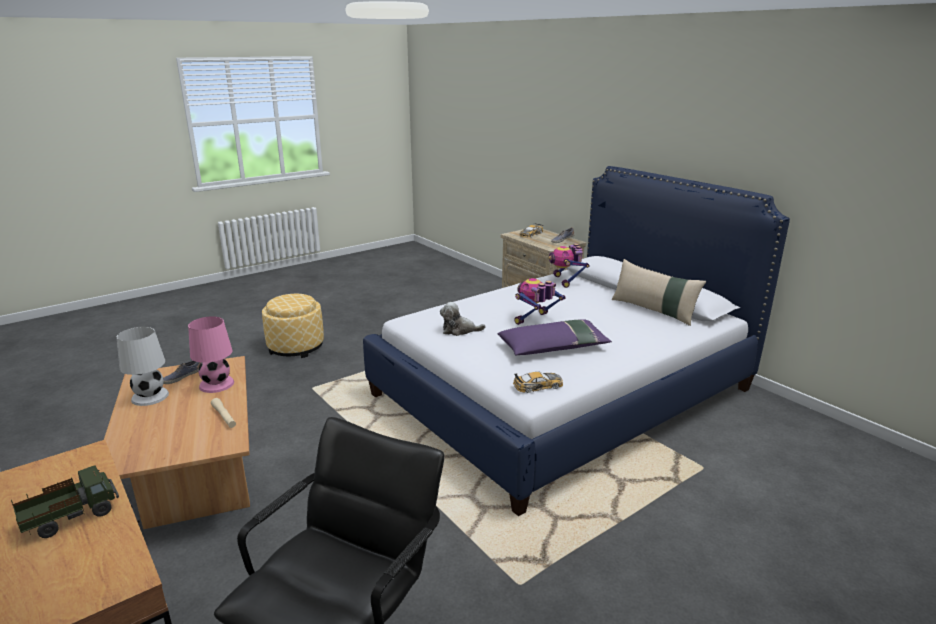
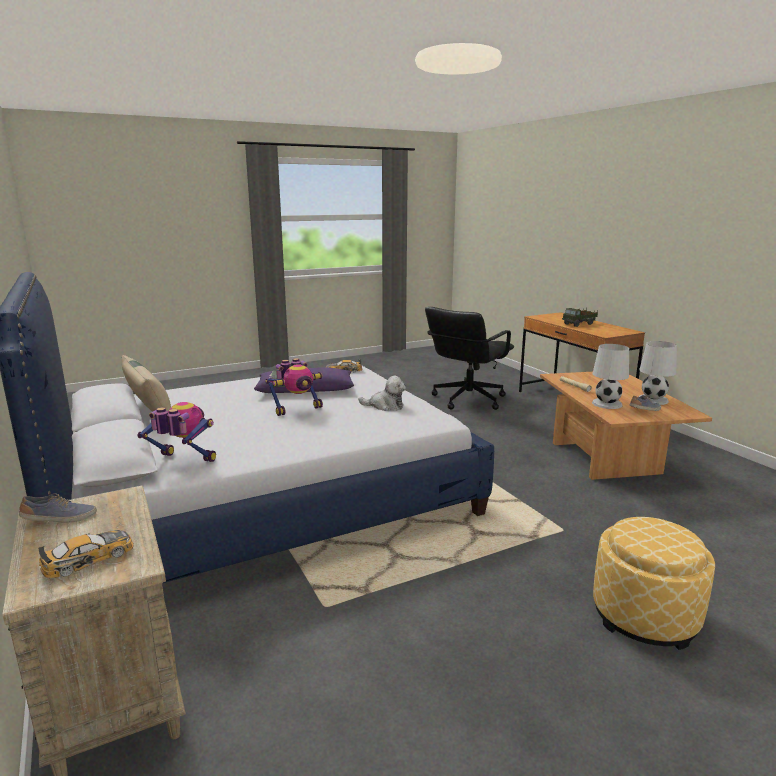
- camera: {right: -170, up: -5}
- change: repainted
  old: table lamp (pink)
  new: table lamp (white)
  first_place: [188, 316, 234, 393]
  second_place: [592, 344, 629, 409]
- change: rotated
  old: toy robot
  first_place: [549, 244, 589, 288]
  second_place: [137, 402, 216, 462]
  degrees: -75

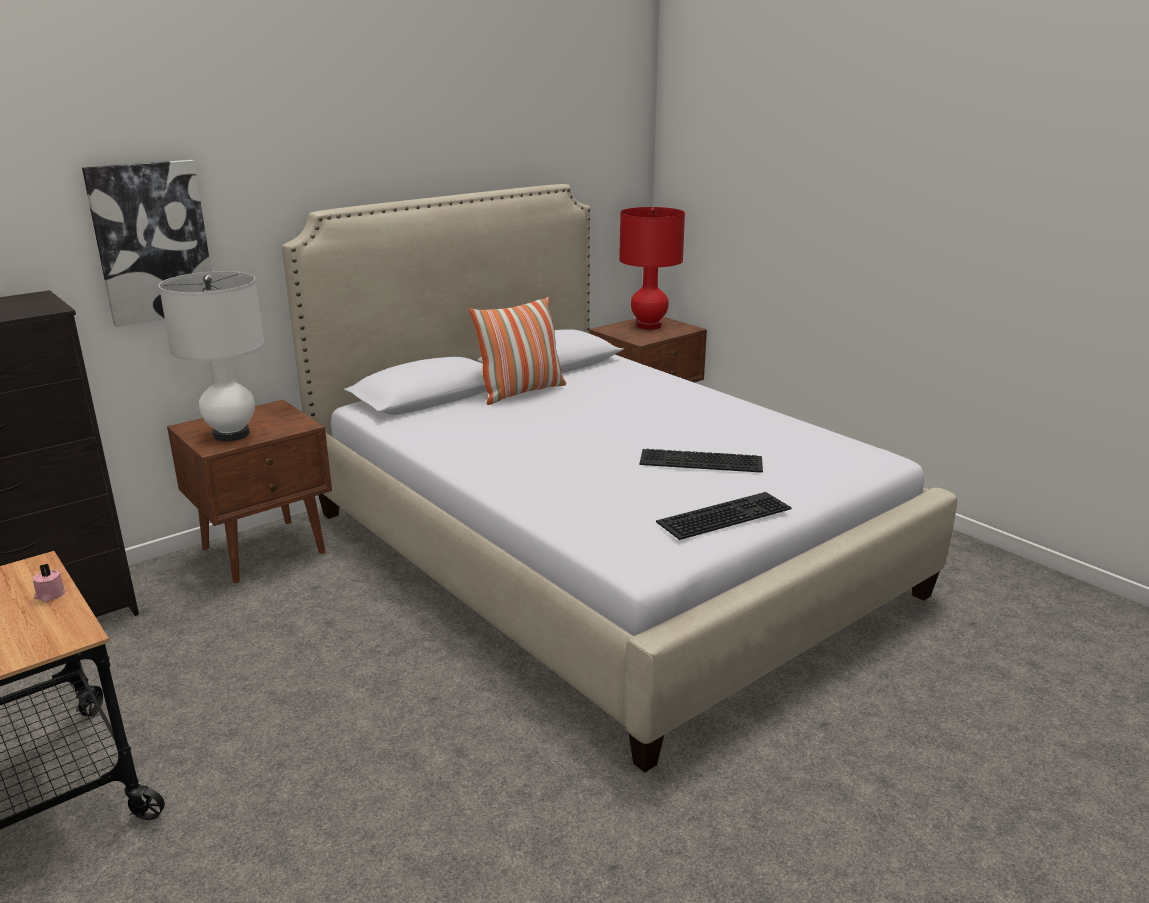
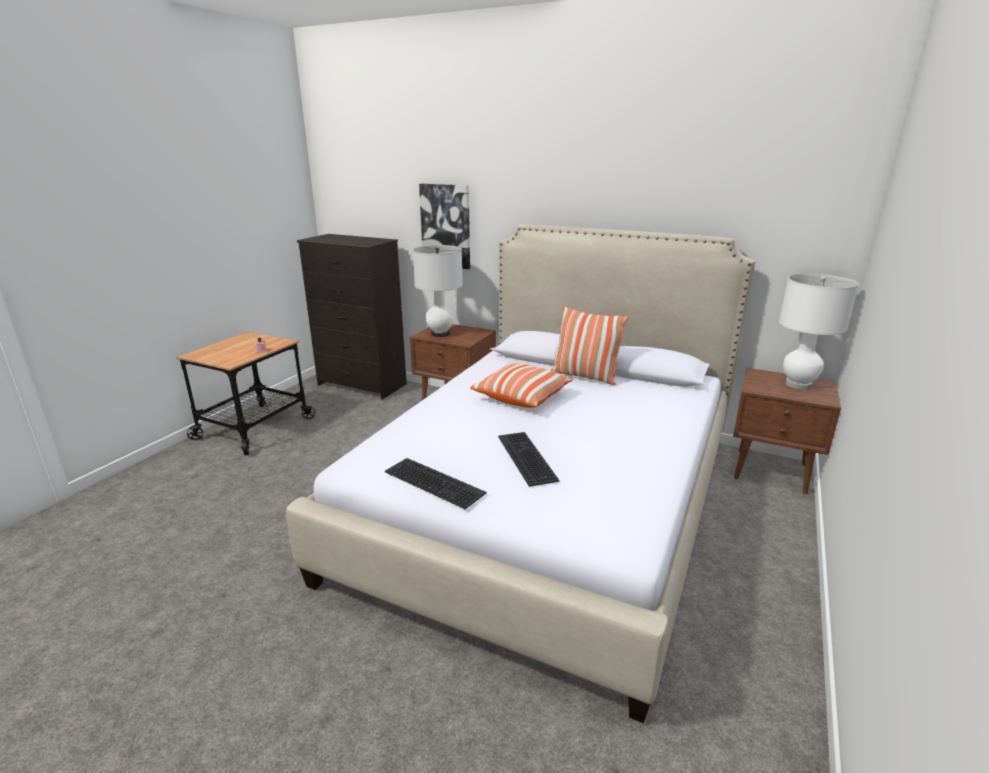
- camera: {right: 65, up: 0}
- change: new
  new: pillow
  second_place: [470, 363, 573, 408]
- change: repainted
  old: table lamp (red)
  new: table lamp (white)
  first_place: [619, 207, 685, 330]
  second_place: [779, 274, 859, 390]

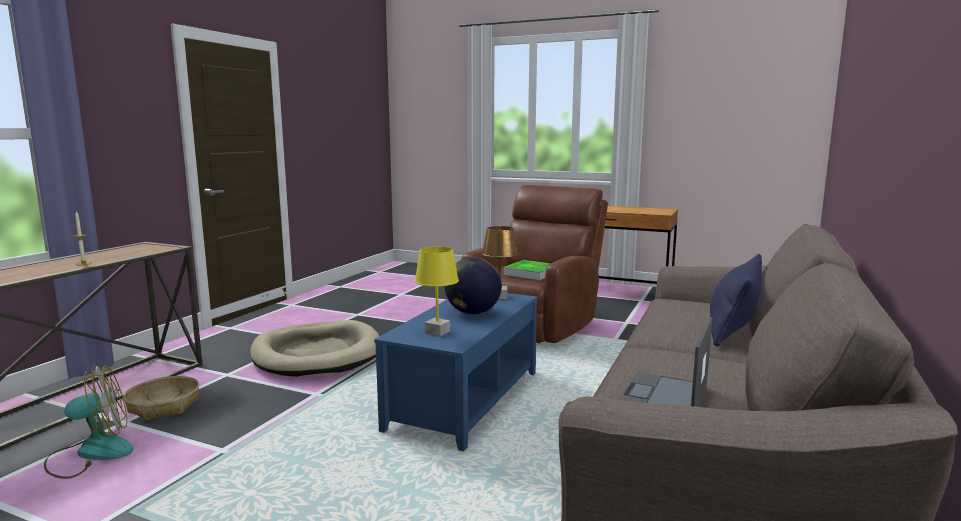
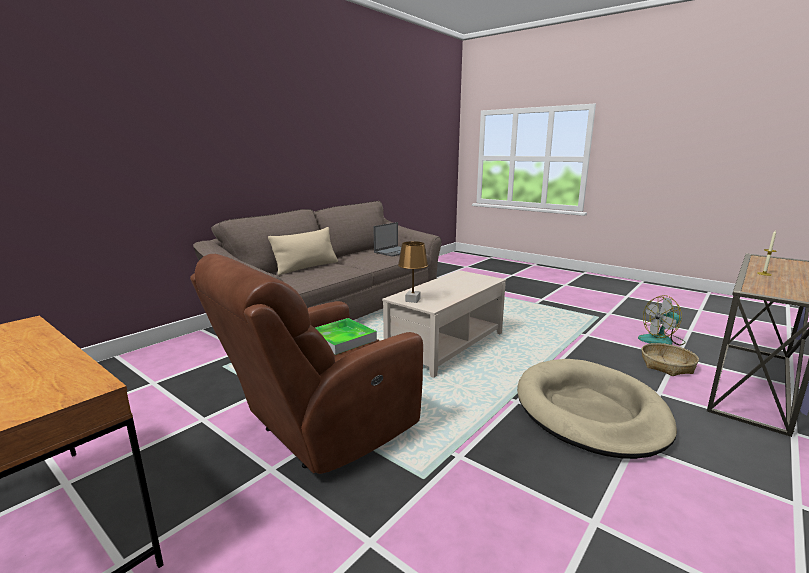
- camera: {right: -165, up: 5}
- change: gone
  old: table lamp (yellow)
  first_place: [415, 247, 459, 336]
- change: gone
  old: globe
  first_place: [445, 257, 502, 314]
- change: repainted
  old: coffee table (blue)
  new: coffee table (beige)
  first_place: [374, 293, 538, 451]
  second_place: [382, 270, 506, 378]
- change: repainted
  old: pillow (blue)
  new: pillow (beige)
  first_place: [710, 254, 762, 346]
  second_place: [268, 227, 338, 275]

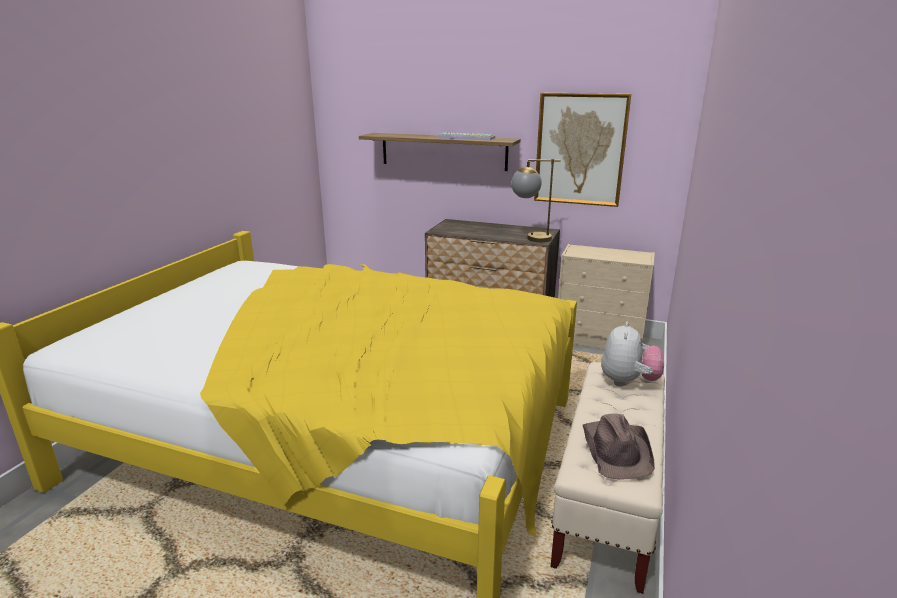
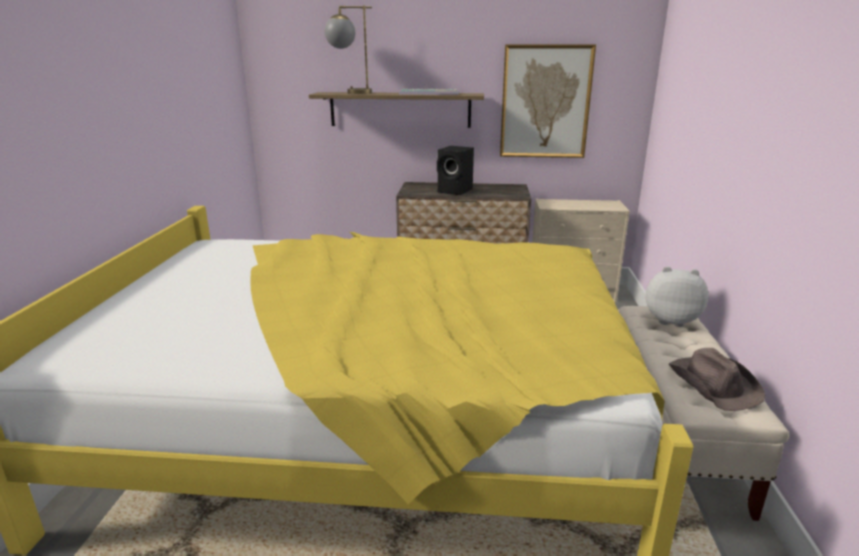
- camera: {right: -15, up: 0}
- change: new
  new: speaker (black)
  second_place: [437, 146, 474, 195]
- change: shifted
  old: table lamp
  first_place: [511, 159, 561, 242]
  second_place: [325, 6, 372, 94]
- change: rotated
  old: plush toy
  first_place: [601, 321, 664, 386]
  second_place: [646, 266, 709, 327]
  degrees: -75

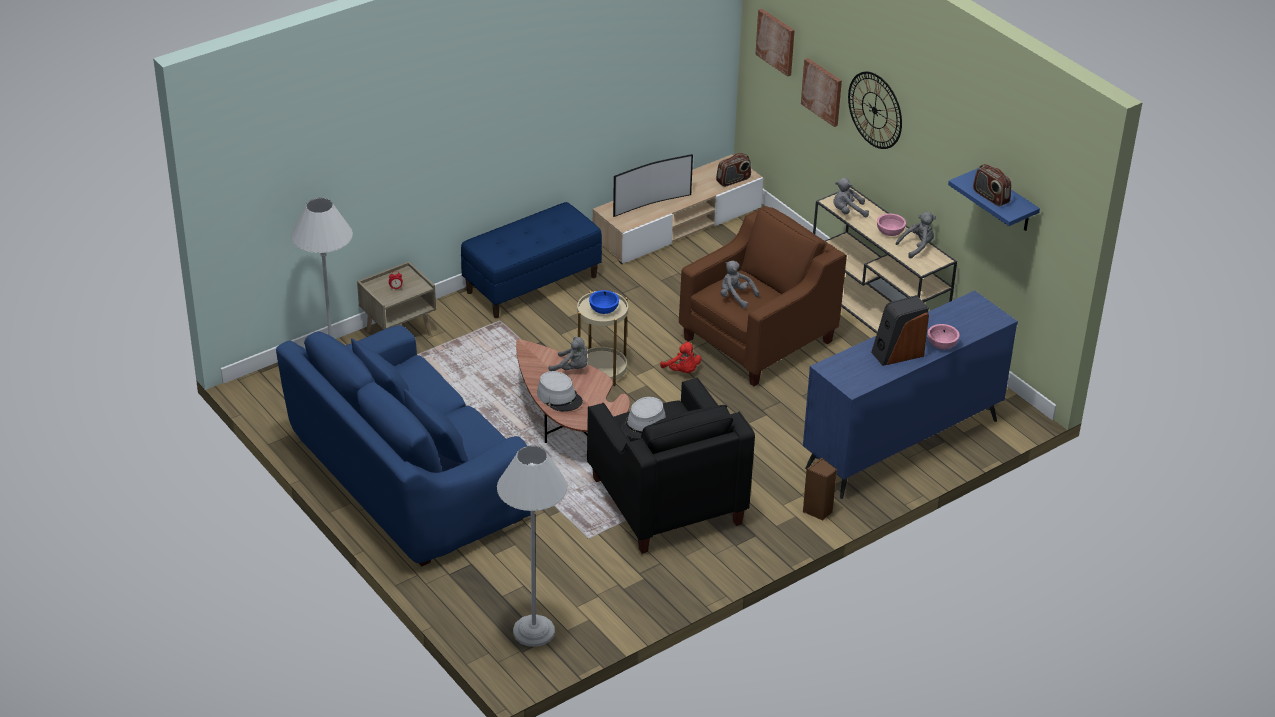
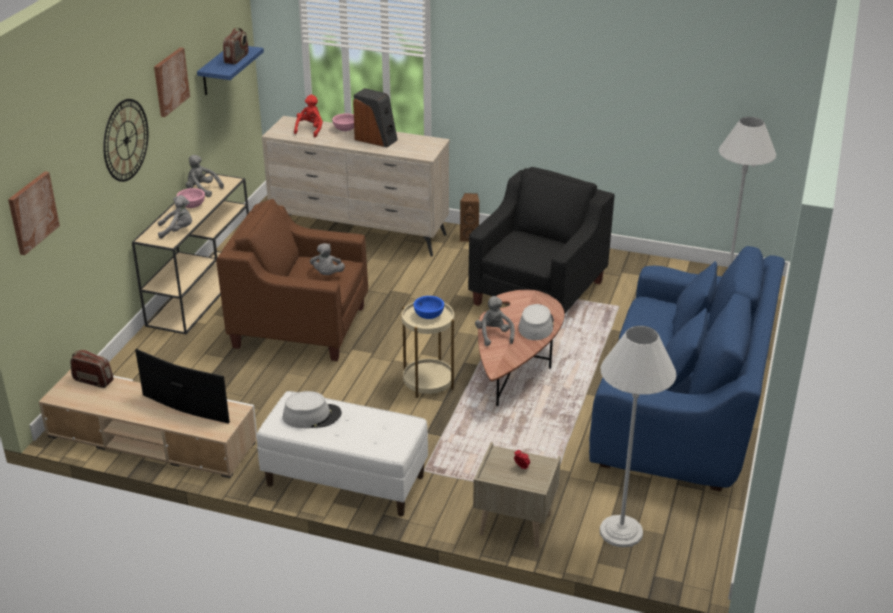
- camera: {right: -125, up: -5}
- change: shifted
  old: hat (grey)
  first_place: [621, 397, 666, 439]
  second_place: [283, 391, 342, 428]
- change: shifted
  old: plush toy (red)
  first_place: [660, 342, 701, 373]
  second_place: [294, 95, 323, 138]
- change: shifted
  old: picture
  first_place: [801, 58, 842, 127]
  second_place: [154, 47, 190, 117]
- change: repainted
  old: bench (blue)
  new: bench (white)
  first_place: [461, 202, 602, 318]
  second_place: [257, 391, 428, 516]
- change: repainted
  old: dresser (blue)
  new: dresser (beige)
  first_place: [803, 291, 1018, 499]
  second_place: [262, 116, 450, 257]
- change: rotated
  old: plush toy (grey)
  first_place: [834, 178, 869, 217]
  second_place: [158, 195, 192, 239]
  degrees: -60

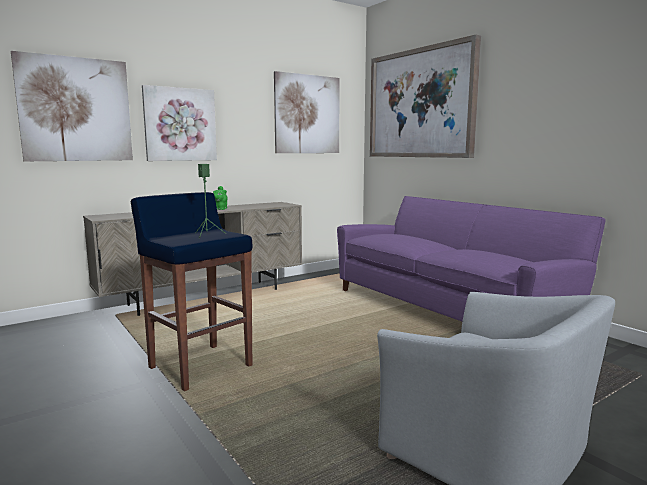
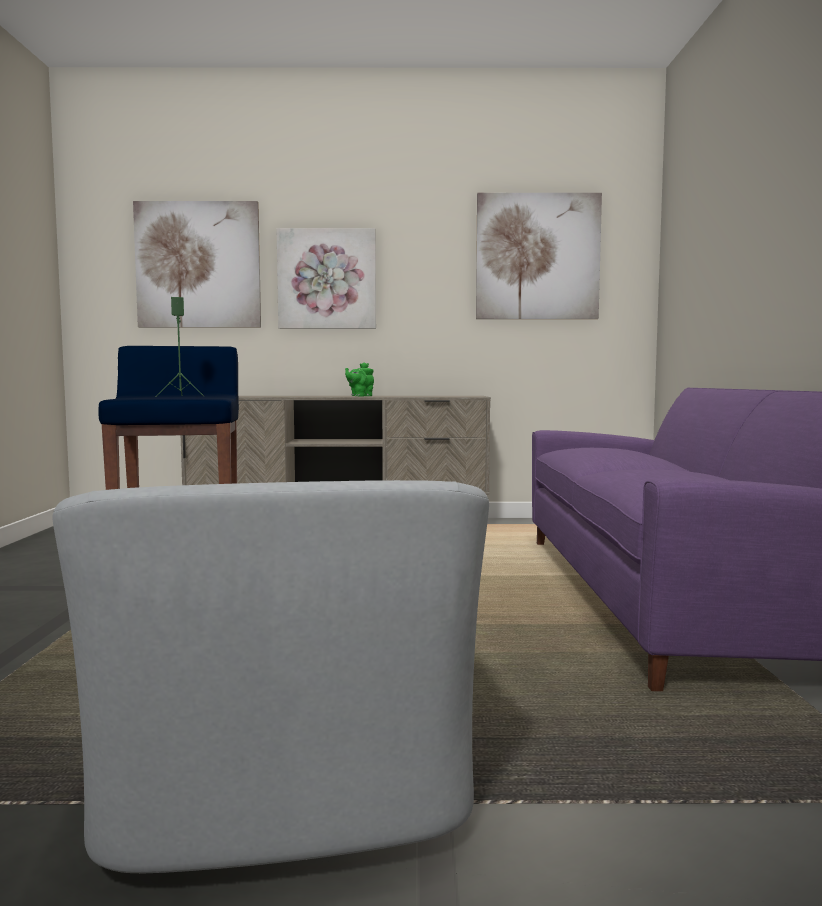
- camera: {right: 35, up: -5}
- change: gone
  old: picture
  first_place: [370, 35, 481, 158]

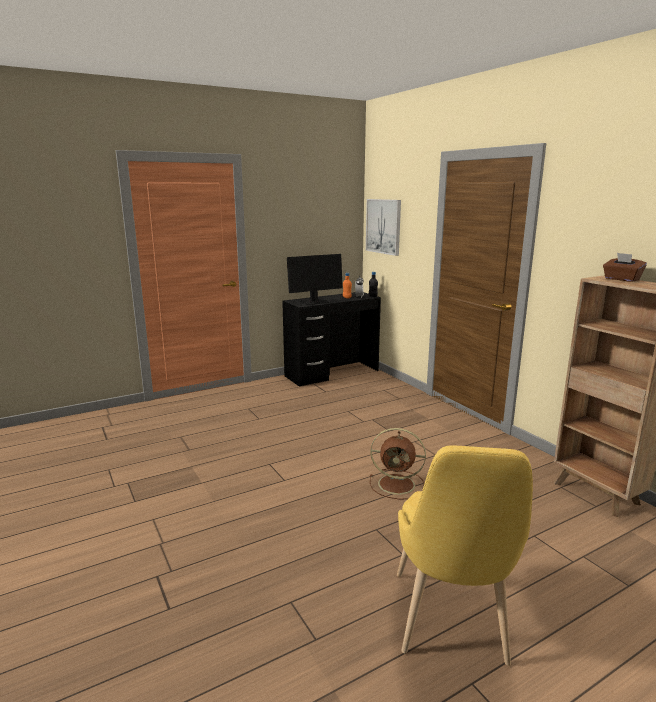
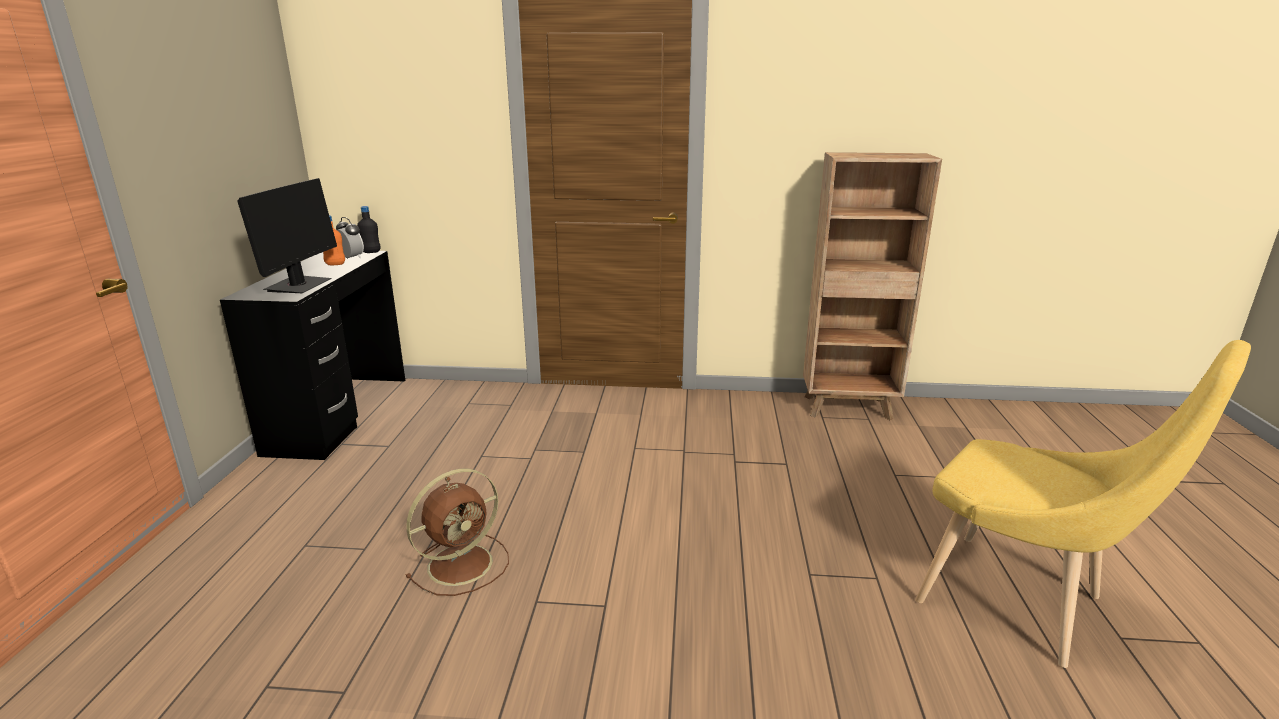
- camera: {right: -55, up: 5}
- change: gone
  old: picture
  first_place: [366, 199, 401, 256]
- change: gone
  old: tissue box (brown)
  first_place: [603, 253, 647, 282]
- change: shifted
  old: fan (brown)
  first_place: [370, 428, 426, 499]
  second_place: [406, 469, 509, 596]

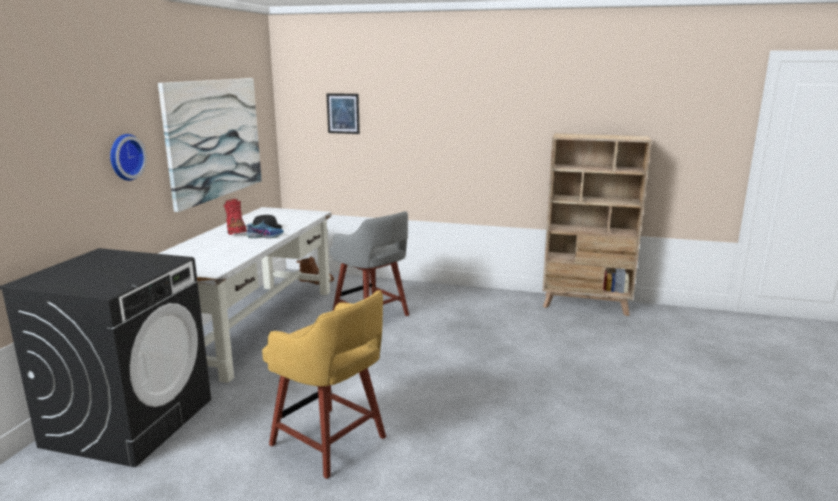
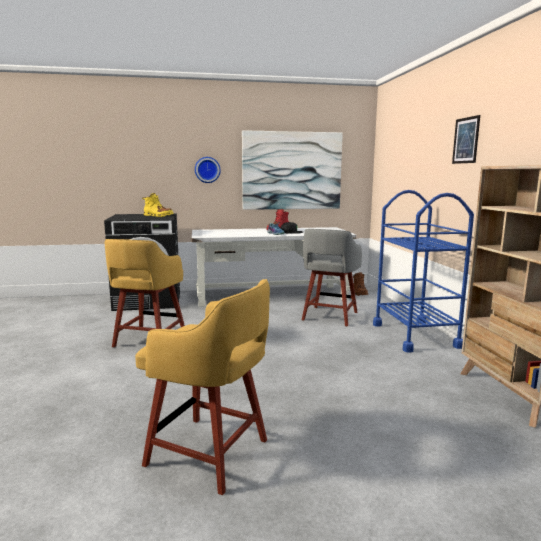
- camera: {right: 65, up: -5}
- change: new
  new: stool (yellow)
  second_place: [135, 279, 270, 495]
- change: new
  new: boot (yellow)
  second_place: [142, 193, 174, 217]
- change: new
  new: cart (blue)
  second_place: [373, 190, 474, 352]
- change: shifted
  old: picture
  first_place: [326, 93, 360, 134]
  second_place: [452, 115, 480, 164]

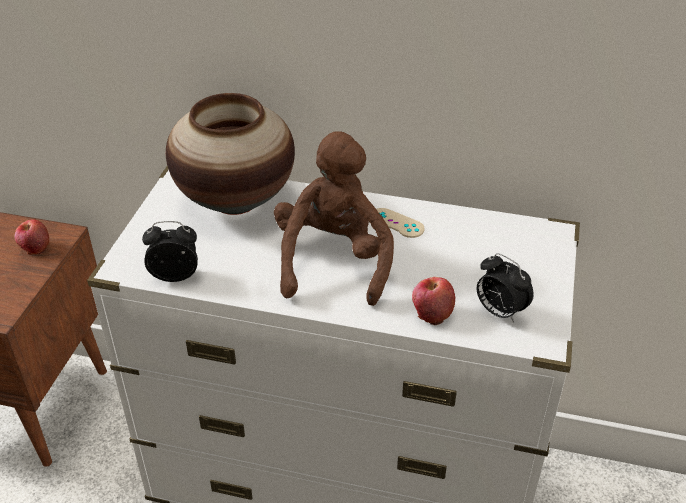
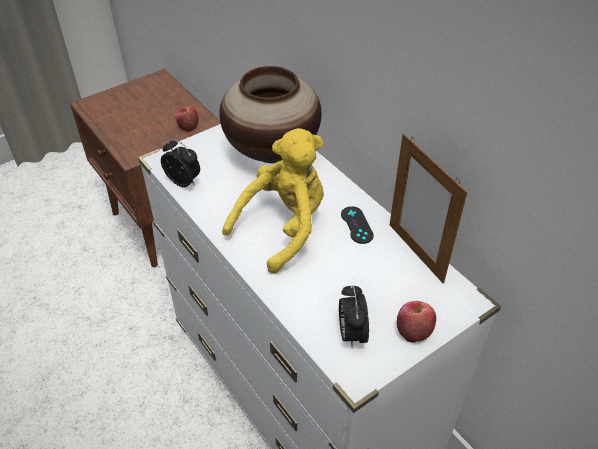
- camera: {right: 40, up: 5}
- change: new
  new: picture frame
  second_place: [390, 133, 467, 283]
- change: shifted
  old: apple
  first_place: [412, 277, 456, 325]
  second_place: [397, 301, 436, 343]
- change: repainted
  old: plush toy (brown)
  new: plush toy (yellow)
  first_place: [274, 131, 394, 306]
  second_place: [222, 128, 324, 274]
- change: repainted
  old: game controller (beige)
  new: game controller (black)
  first_place: [377, 208, 425, 238]
  second_place: [341, 206, 374, 244]

